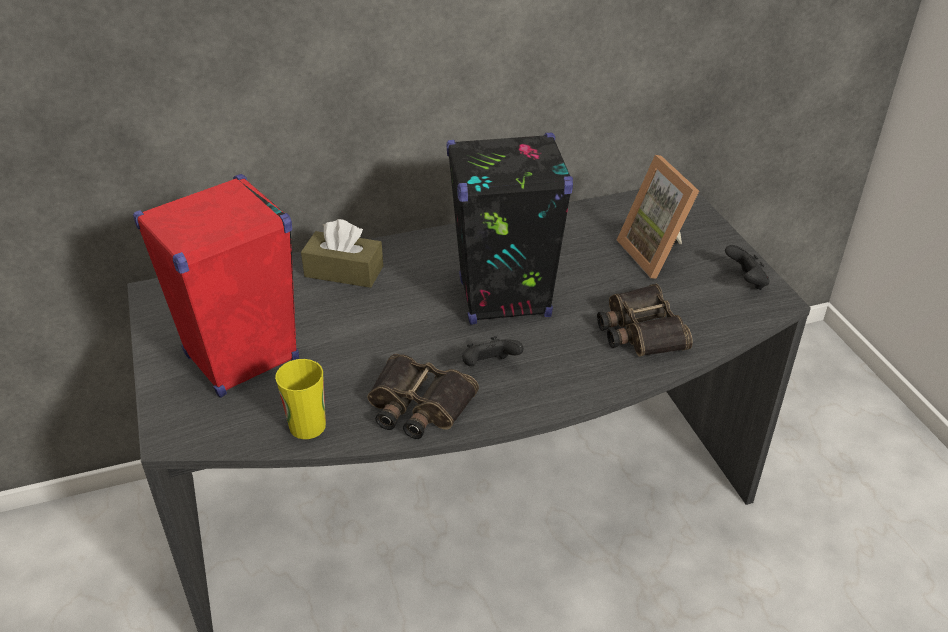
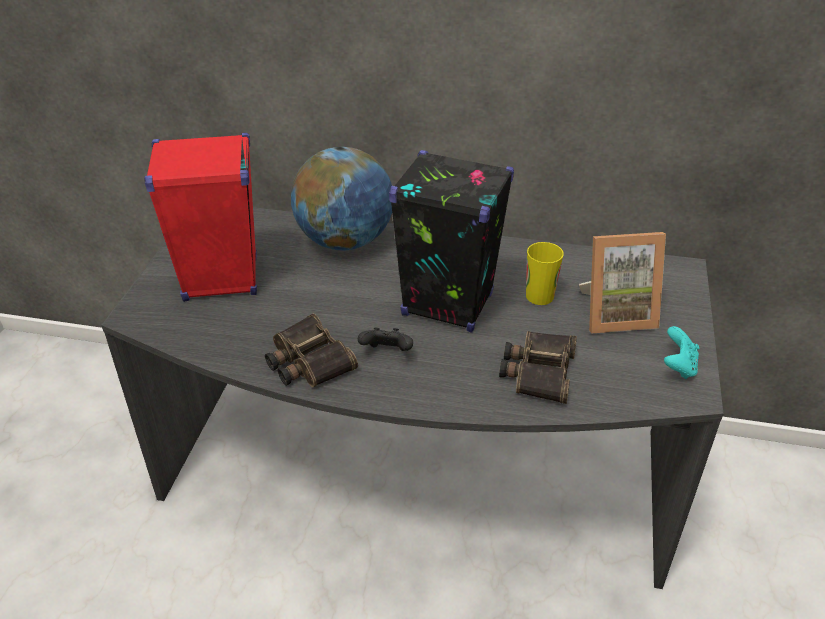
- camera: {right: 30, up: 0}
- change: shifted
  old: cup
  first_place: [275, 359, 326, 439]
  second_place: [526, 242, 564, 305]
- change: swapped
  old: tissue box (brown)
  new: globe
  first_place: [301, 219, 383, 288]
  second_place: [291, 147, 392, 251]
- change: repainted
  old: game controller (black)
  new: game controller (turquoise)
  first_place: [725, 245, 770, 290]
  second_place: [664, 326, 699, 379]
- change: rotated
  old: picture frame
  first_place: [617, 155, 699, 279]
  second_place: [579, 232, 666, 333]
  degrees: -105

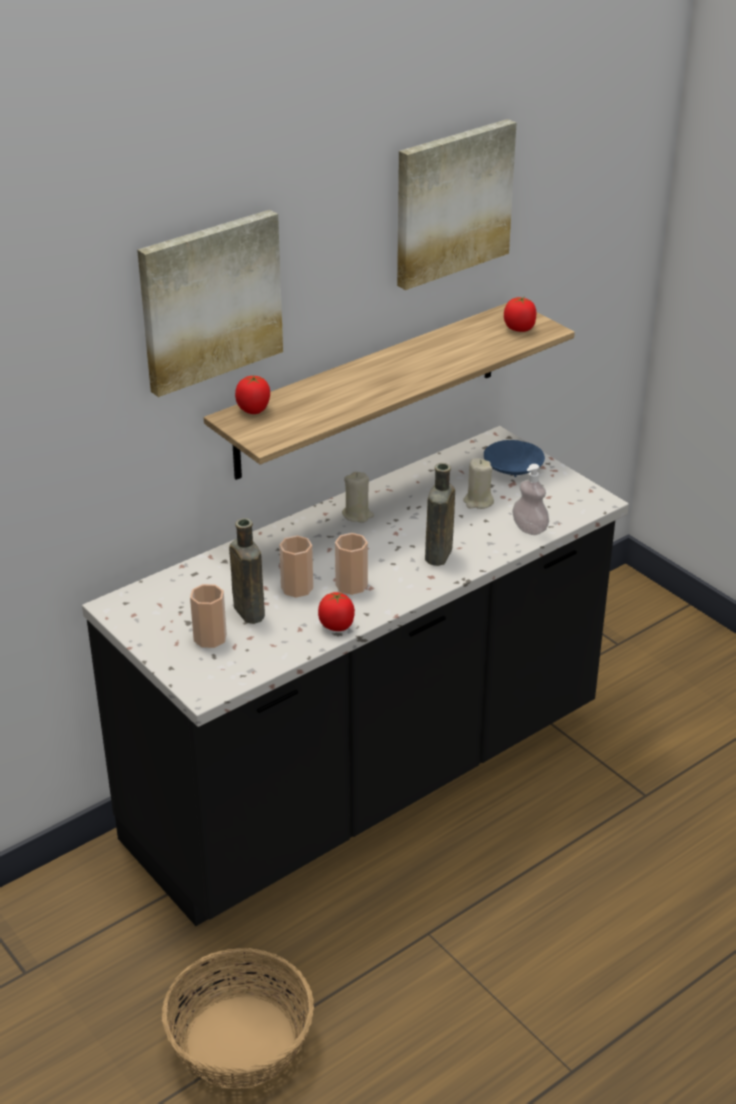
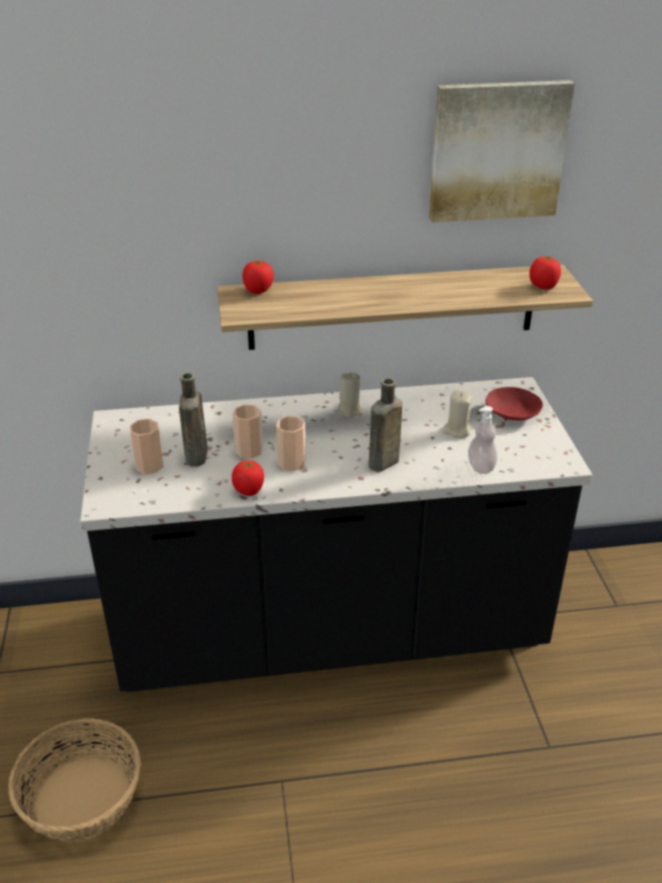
- camera: {right: 30, up: 0}
- change: gone
  old: picture
  first_place: [137, 210, 283, 397]
- change: repainted
  old: bowl (blue)
  new: bowl (red)
  first_place: [484, 440, 545, 477]
  second_place: [486, 387, 543, 421]

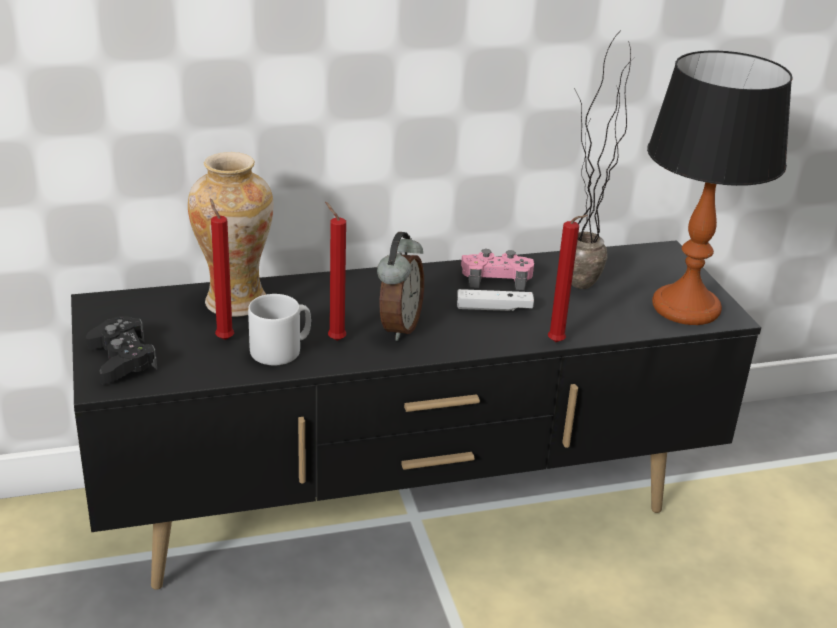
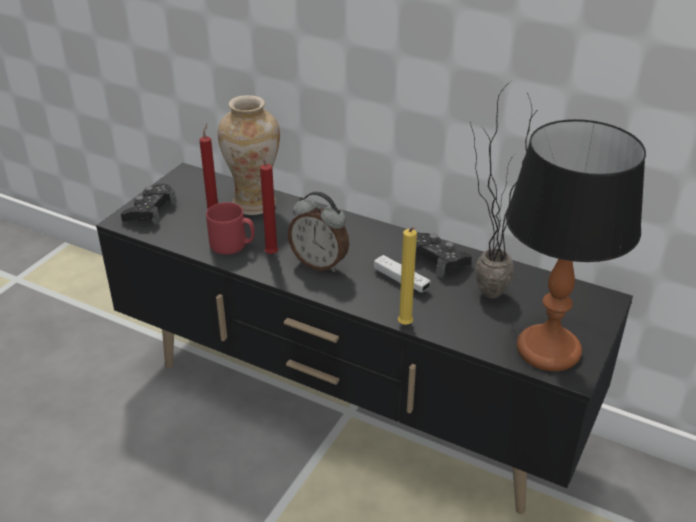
- camera: {right: 45, up: 5}
- change: repainted
  old: mug (grey)
  new: mug (red)
  first_place: [248, 294, 311, 366]
  second_place: [206, 202, 255, 255]
- change: repainted
  old: game controller (pink)
  new: game controller (black)
  first_place: [461, 249, 534, 290]
  second_place: [416, 233, 472, 278]
- change: repainted
  old: candle (red)
  new: candle (yellow)
  first_place: [548, 215, 588, 342]
  second_place: [398, 227, 417, 325]
- change: rotated
  old: alarm clock
  first_place: [377, 232, 424, 341]
  second_place: [288, 191, 349, 272]
  degrees: 60

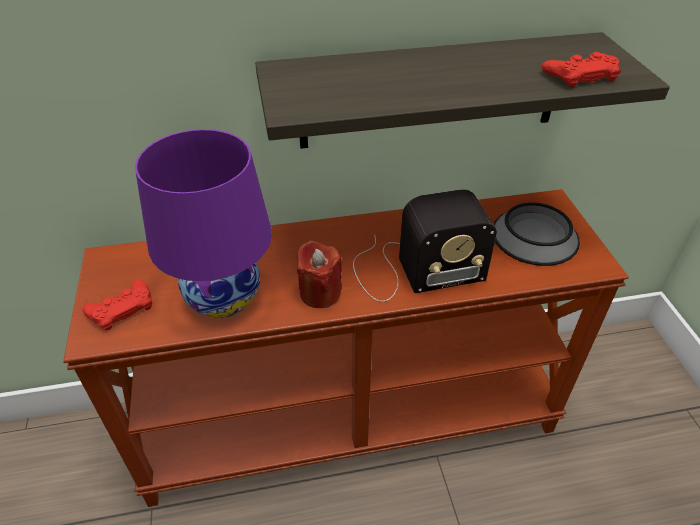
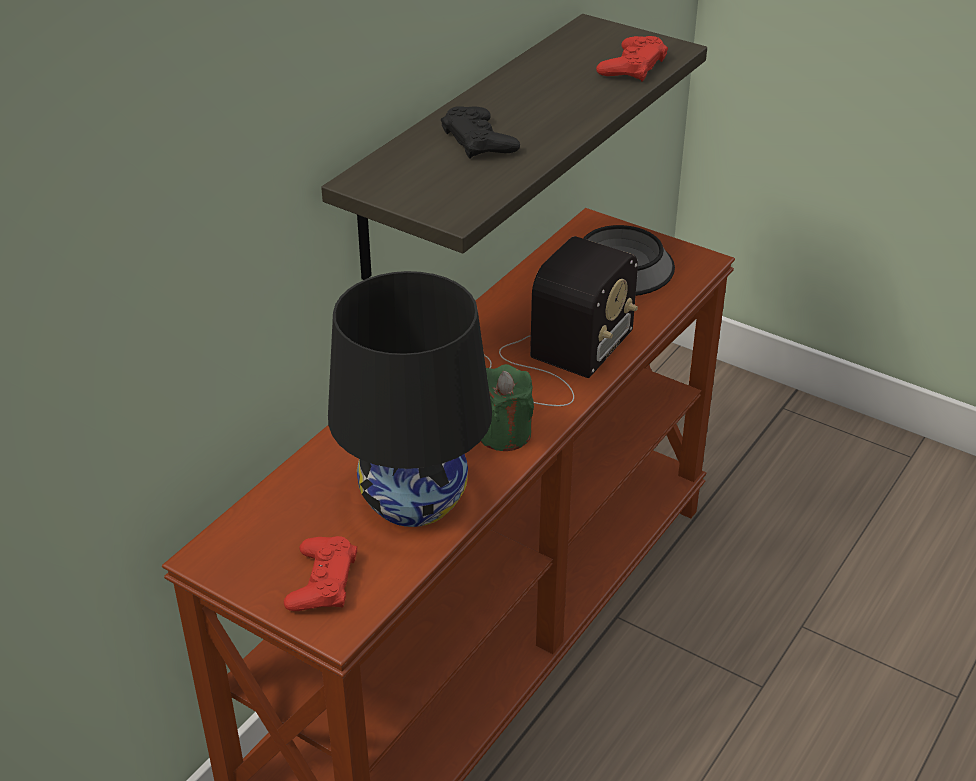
- camera: {right: -45, up: -5}
- change: new
  new: game controller (black)
  second_place: [441, 106, 520, 159]
- change: repainted
  old: table lamp (purple)
  new: table lamp (black)
  first_place: [135, 129, 272, 318]
  second_place: [328, 271, 492, 527]
- change: repainted
  old: candle (red)
  new: candle (green)
  first_place: [297, 240, 342, 308]
  second_place: [480, 364, 534, 451]

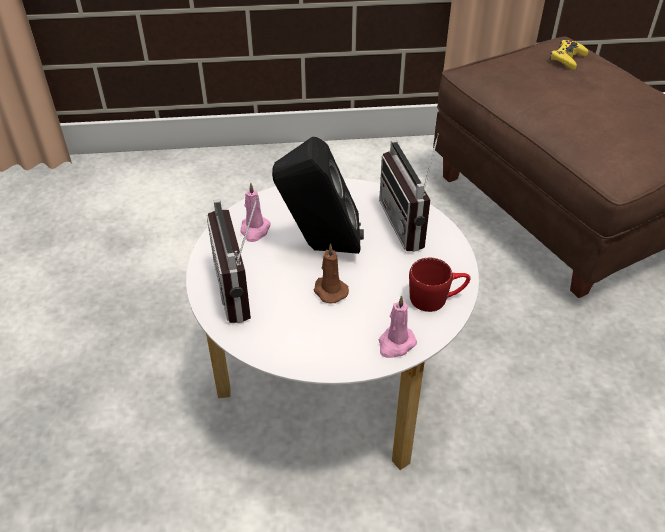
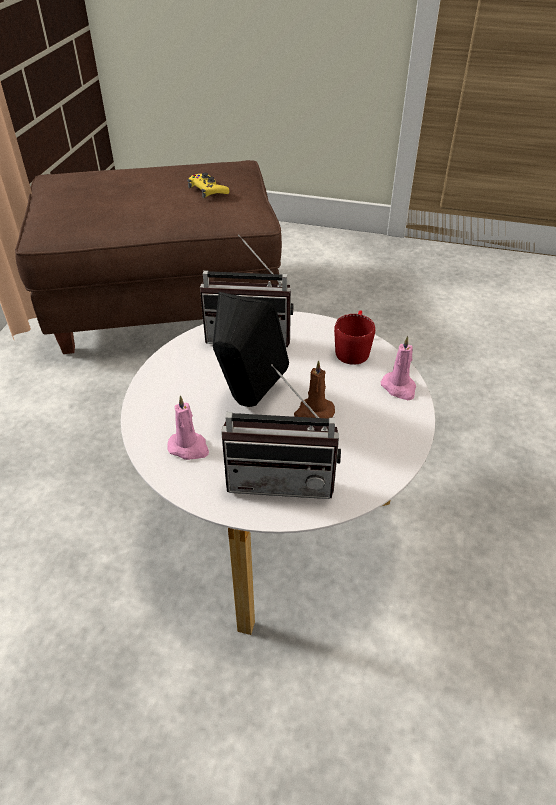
- camera: {right: -70, up: 0}
- change: shifted
  old: game controller (yellow)
  first_place: [549, 40, 588, 70]
  second_place: [187, 173, 229, 198]

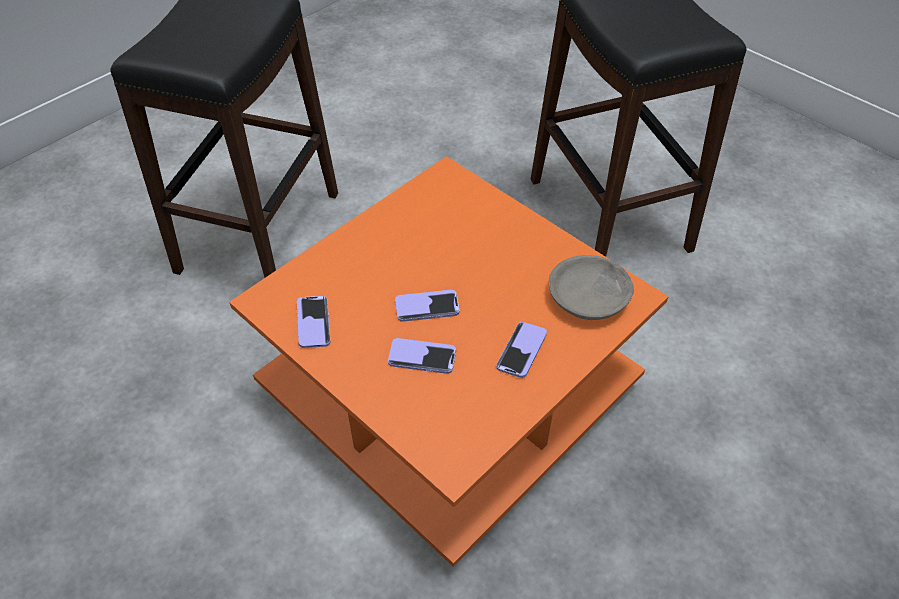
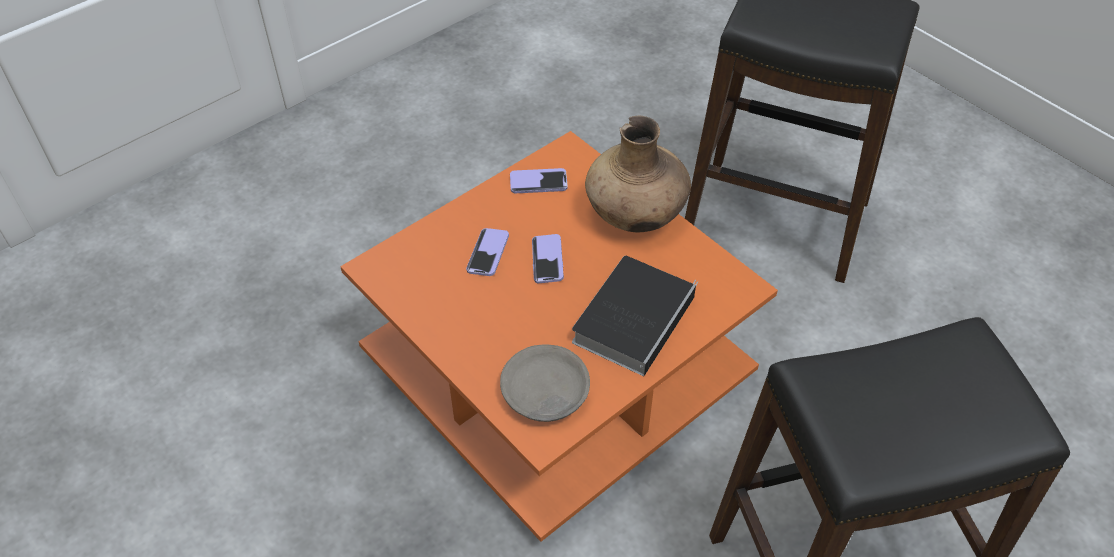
- camera: {right: 95, up: 0}
- change: gone
  old: phone
  first_place: [497, 322, 547, 378]
- change: new
  new: book
  second_place: [572, 256, 698, 376]
- change: new
  new: vase (brown)
  second_place: [585, 116, 691, 232]

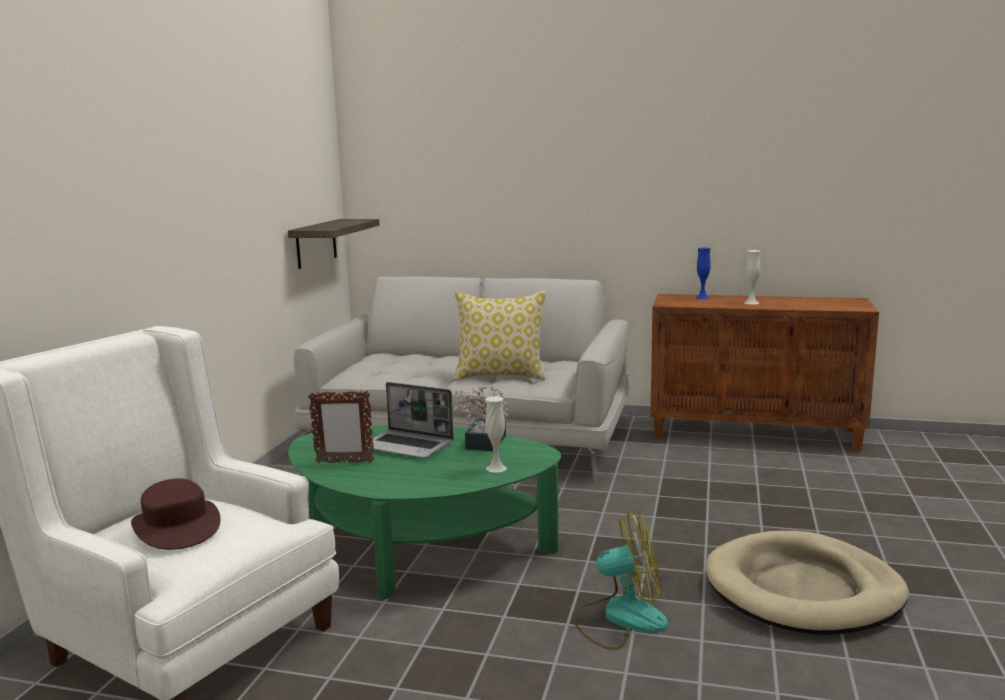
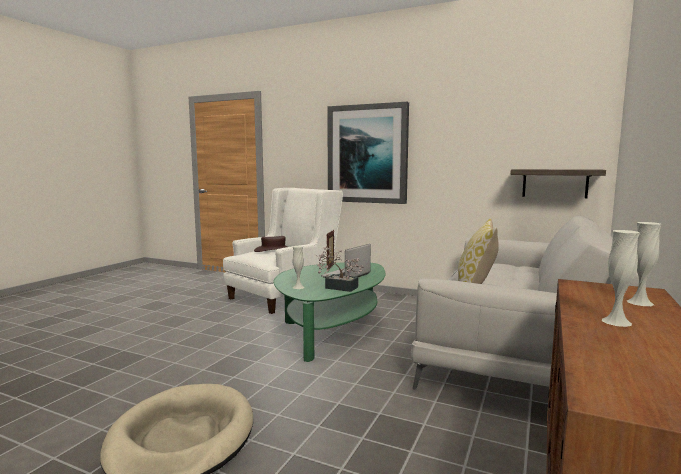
- camera: {right: 100, up: -5}
- change: gone
  old: fan
  first_place: [572, 511, 668, 650]
- change: new
  new: picture
  second_place: [327, 102, 409, 204]
- change: repainted
  old: vase (blue)
  new: vase (white)
  first_place: [695, 247, 711, 300]
  second_place: [627, 222, 661, 306]

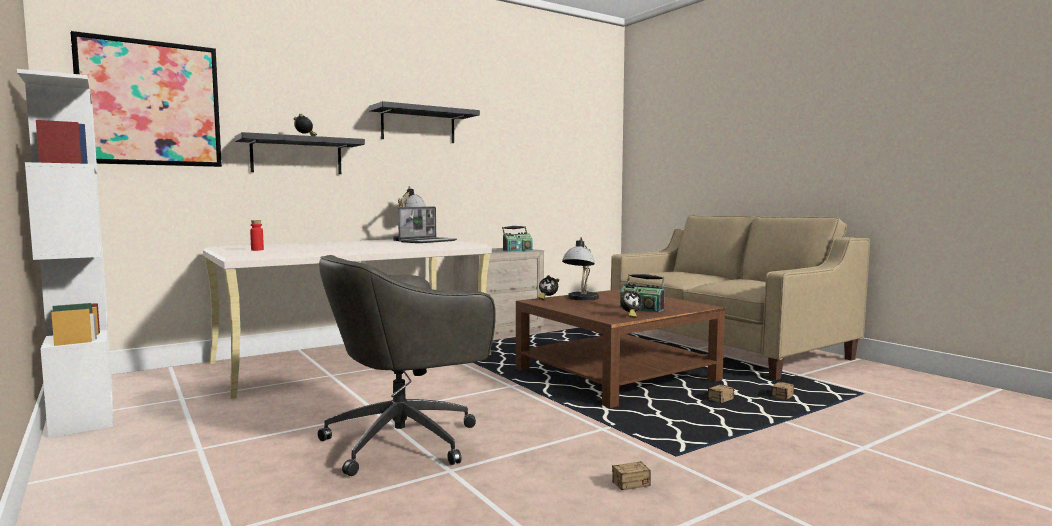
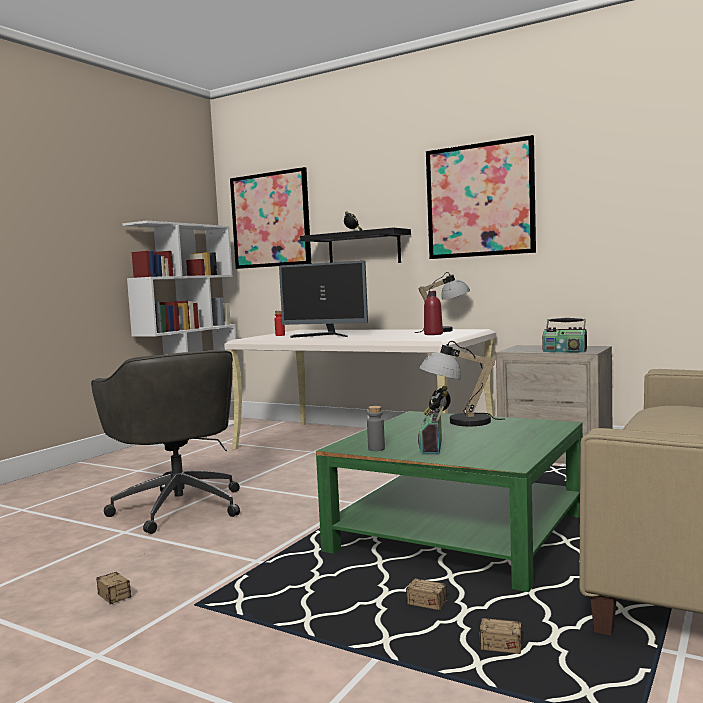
- camera: {right: 65, up: 0}
- change: new
  new: monitor
  second_place: [279, 261, 368, 338]
- change: swapped
  old: shelf (black)
  new: picture
  first_place: [369, 101, 480, 143]
  second_place: [426, 135, 536, 259]
- change: swapped
  old: laptop
  new: bottle (red)
  first_place: [398, 207, 457, 243]
  second_place: [424, 291, 443, 335]
- change: swapped
  old: alarm clock
  new: bottle (grey)
  first_place: [620, 288, 643, 318]
  second_place: [367, 406, 385, 451]
- change: repainted
  old: coffee table (brown)
  new: coffee table (green)
  first_place: [516, 289, 725, 408]
  second_place: [316, 411, 583, 592]
- change: rotated
  old: office chair (grey)
  first_place: [318, 255, 496, 476]
  second_place: [91, 349, 240, 534]
  degrees: -150

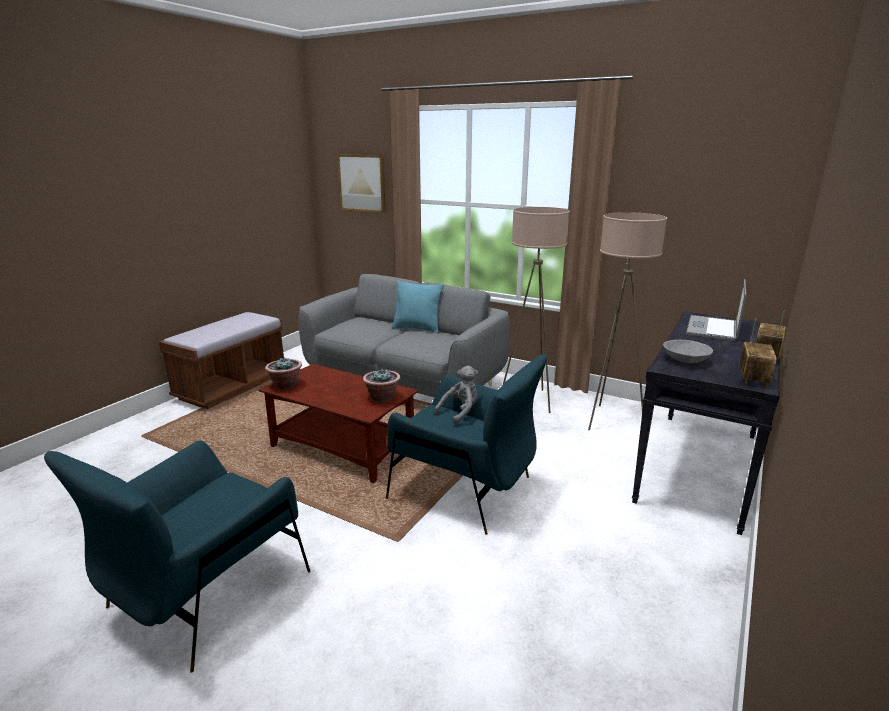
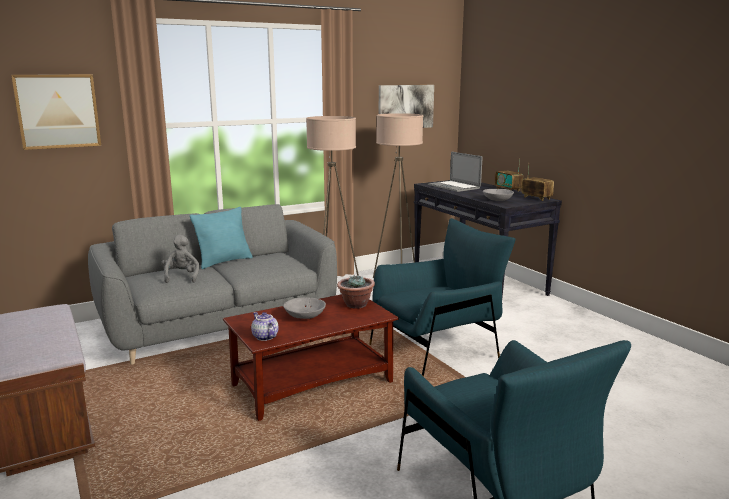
- camera: {right: -60, up: -5}
- change: new
  new: bowl (grey)
  second_place: [283, 297, 326, 319]
- change: new
  new: picture
  second_place: [379, 85, 434, 128]
- change: shifted
  old: plush toy (grey)
  first_place: [434, 366, 478, 425]
  second_place: [161, 234, 199, 283]
- change: swapped
  old: potted plant
  new: teapot
  first_place: [265, 357, 302, 389]
  second_place: [251, 312, 279, 341]

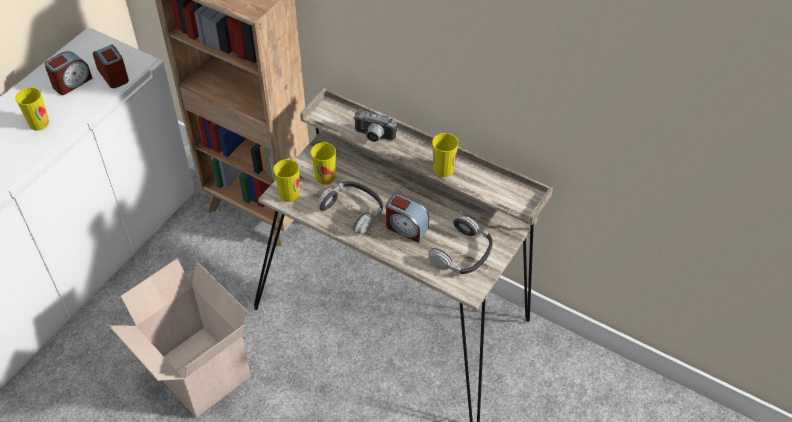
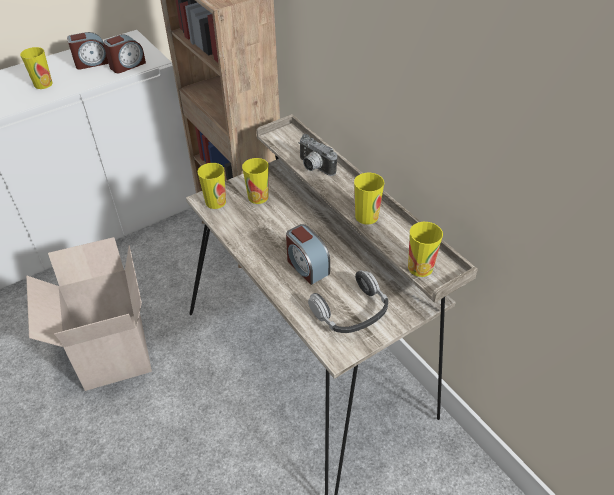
- camera: {right: 25, up: -5}
- change: gone
  old: headphones
  first_place: [317, 181, 383, 234]
- change: new
  new: cup
  second_place: [408, 222, 443, 277]
- change: rotated
  old: alarm clock
  first_place: [93, 45, 129, 88]
  second_place: [103, 34, 146, 73]
  degrees: 60

